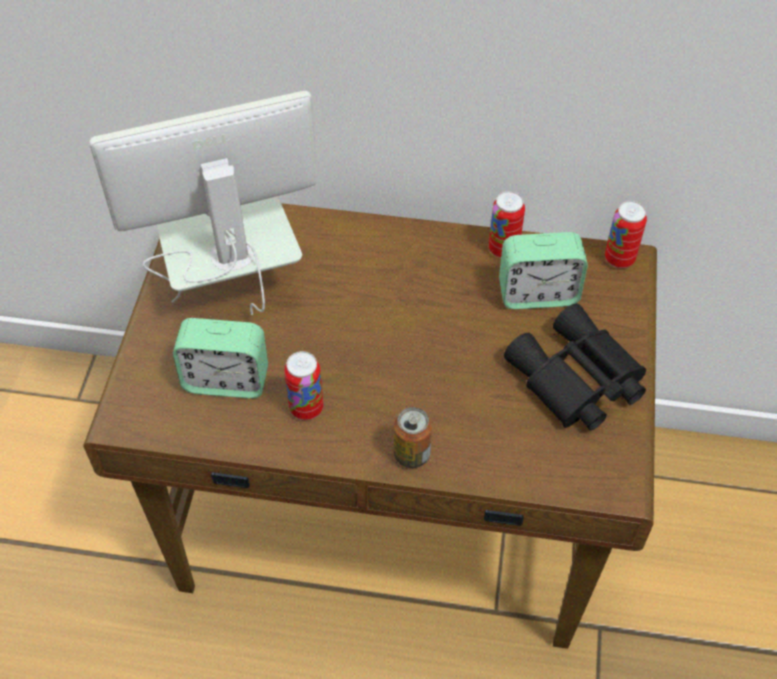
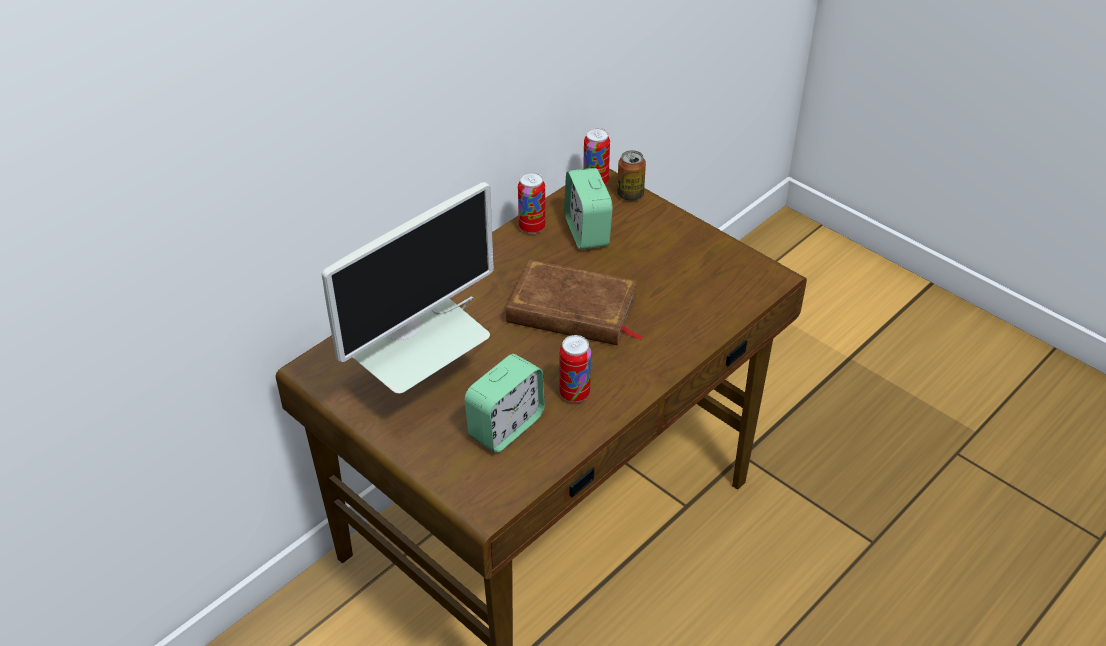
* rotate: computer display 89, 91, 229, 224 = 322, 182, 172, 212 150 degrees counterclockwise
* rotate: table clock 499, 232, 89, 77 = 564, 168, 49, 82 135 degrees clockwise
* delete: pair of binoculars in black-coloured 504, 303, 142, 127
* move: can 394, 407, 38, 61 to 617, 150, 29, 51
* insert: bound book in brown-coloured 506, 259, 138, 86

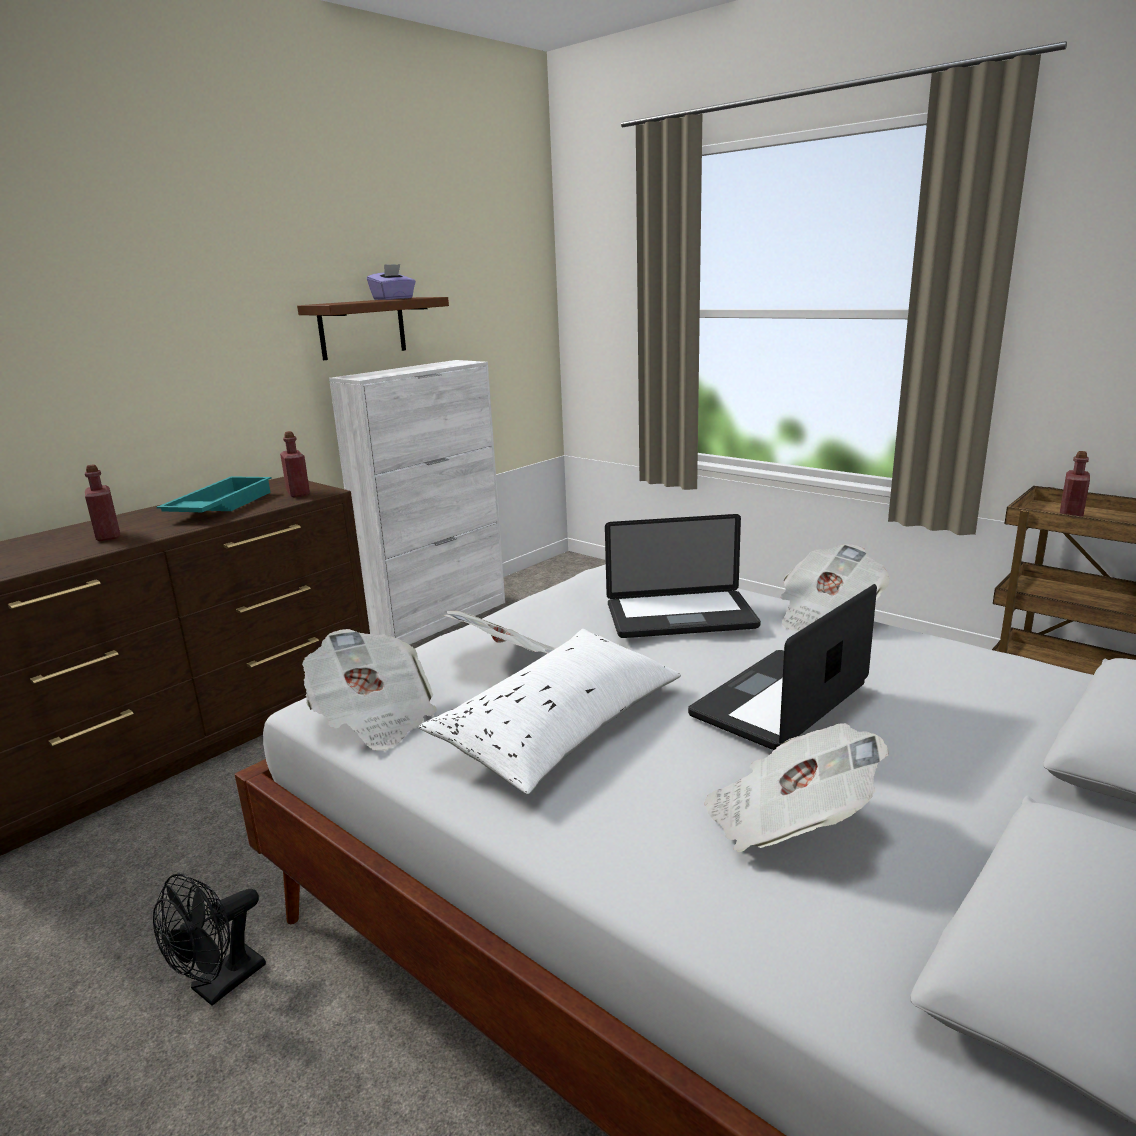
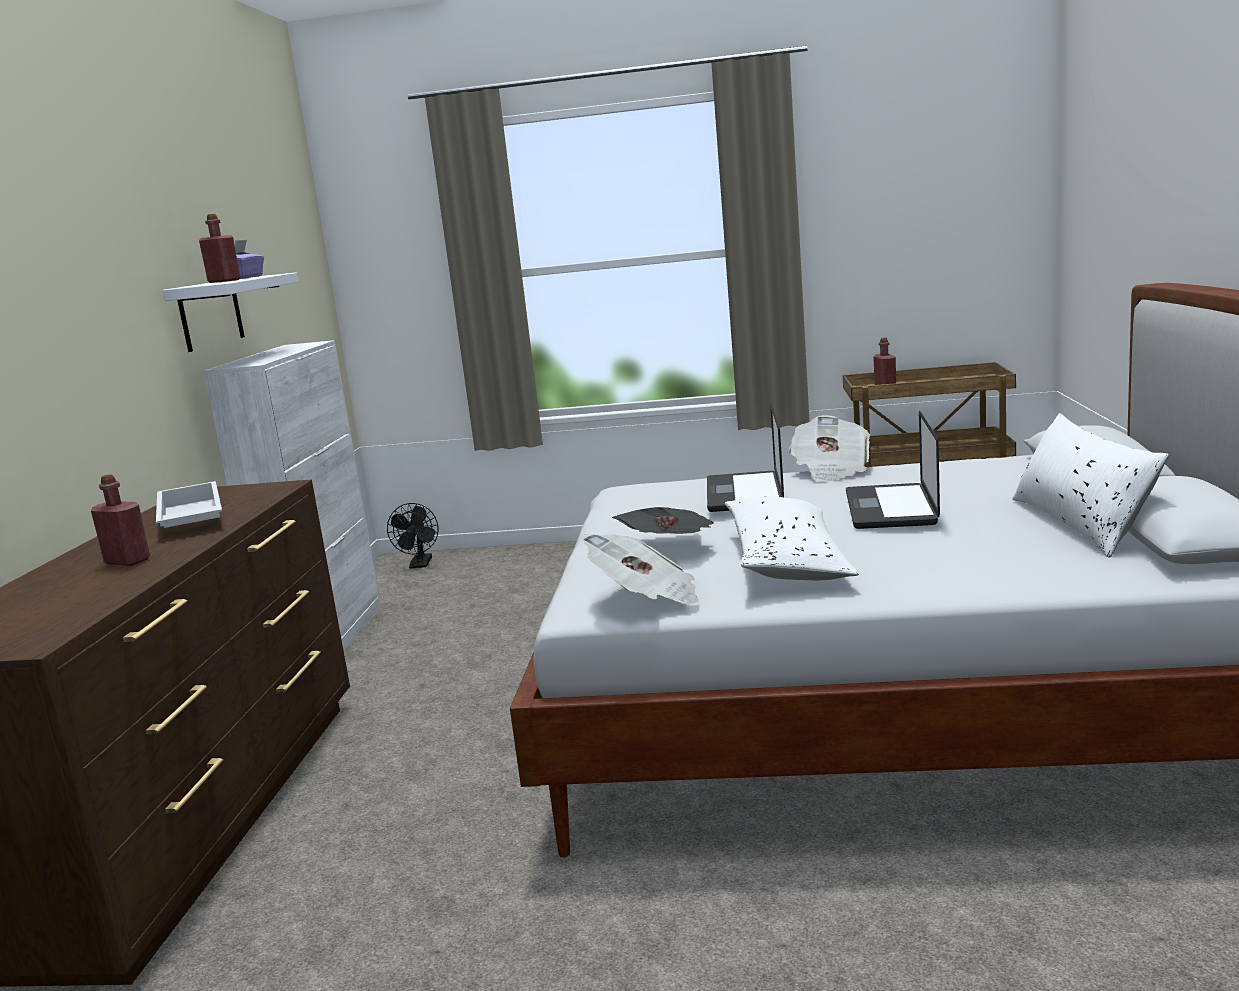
* recolor: bracket shelf in brown-coloured 297, 297, 152, 63 to bracket shelf in white 163, 272, 136, 80
* move: bottle in reddish 280, 431, 30, 67 to 199, 214, 42, 69
* recolor: tray in turquoise 157, 476, 114, 36 to tray in white 156, 481, 66, 47
* rotate: laptop 605, 514, 156, 124 = 707, 404, 77, 108 135 degrees clockwise
* delete: newspaper 704, 723, 185, 129
* move: cooling fan in black-coloured 153, 873, 113, 133 to 387, 503, 51, 66
* insert: cushion in white 1012, 413, 157, 145

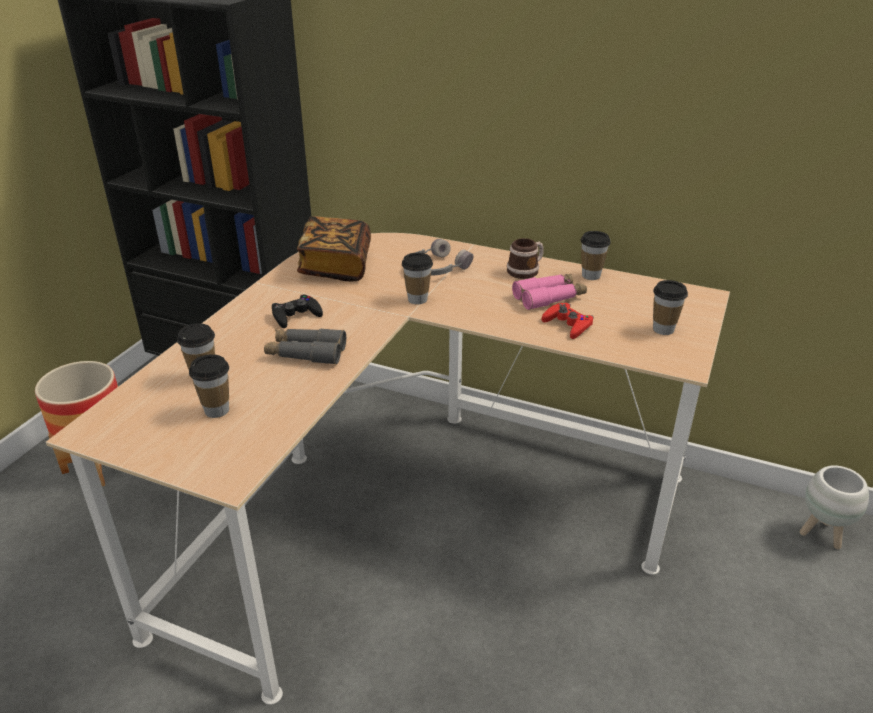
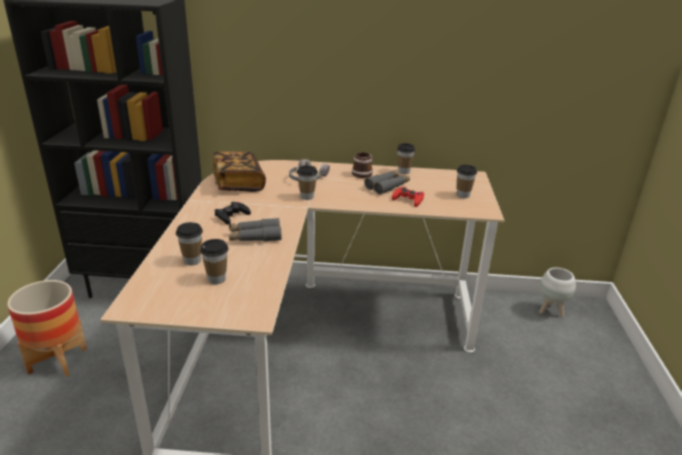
* recolor: pair of binoculars in pink-coloured 512, 274, 75, 36 to pair of binoculars in gray 365, 171, 45, 24

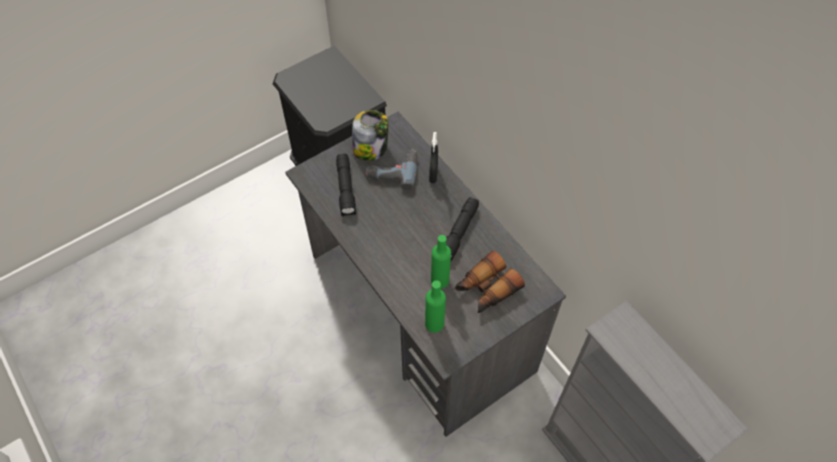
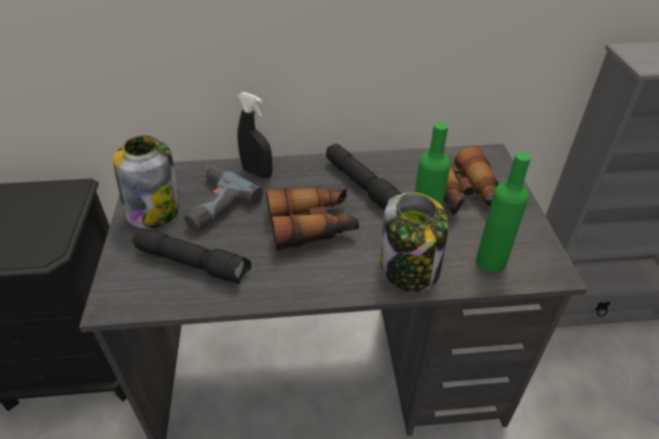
* insert: pair of binoculars 266, 187, 93, 65
* insert: storage jar 381, 192, 68, 100

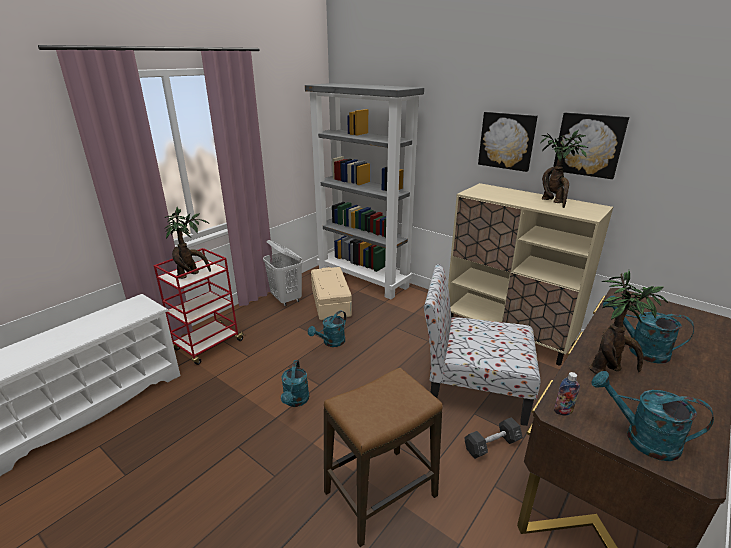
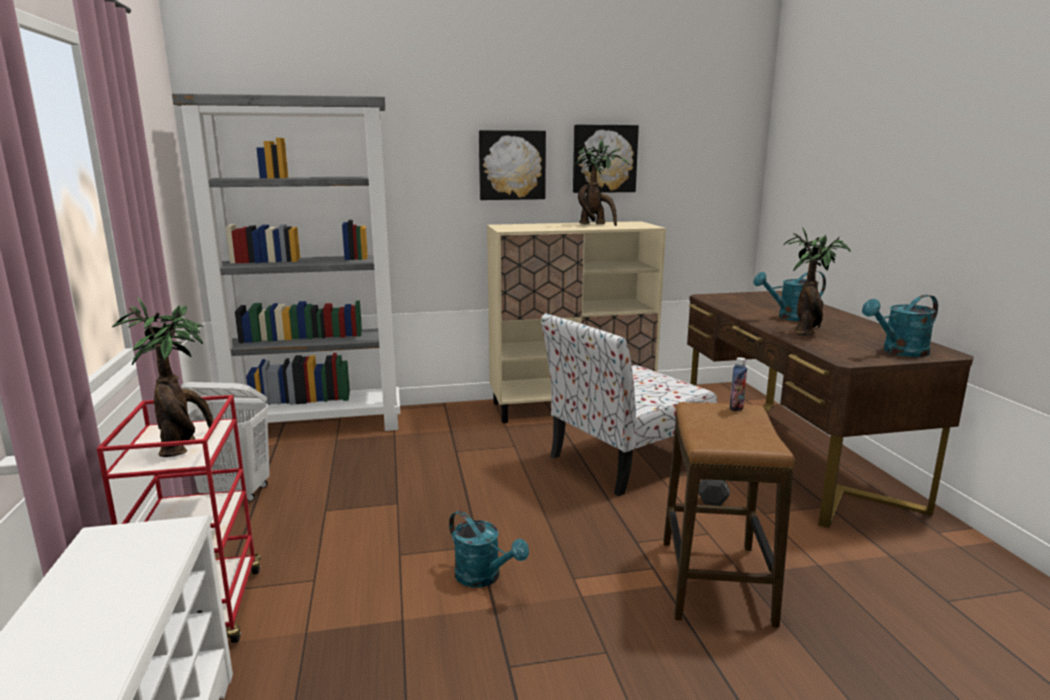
* delete: storage bin in beige-coloured 311, 267, 41, 53
* delete: watering can in turquoise 308, 311, 38, 36
* move: bottle 554, 372, 26, 44 to 730, 357, 17, 54

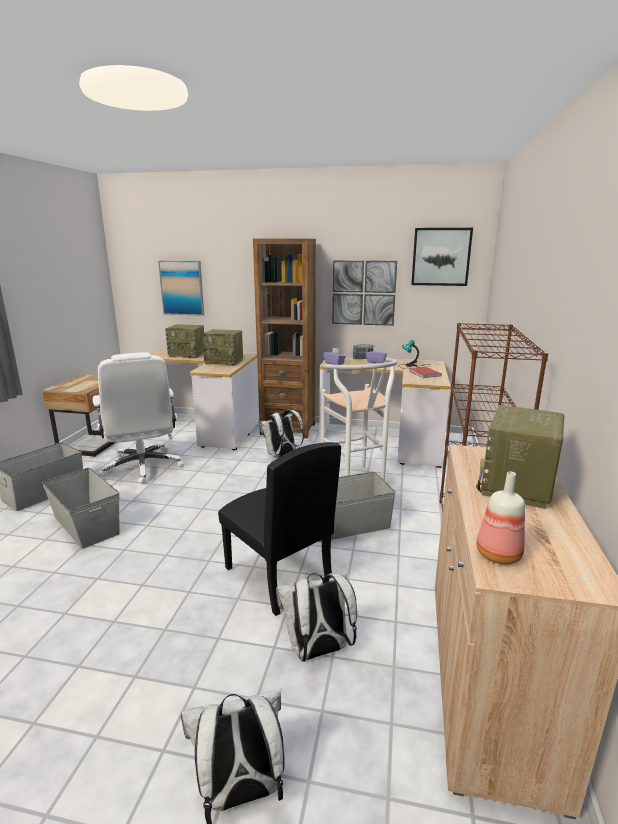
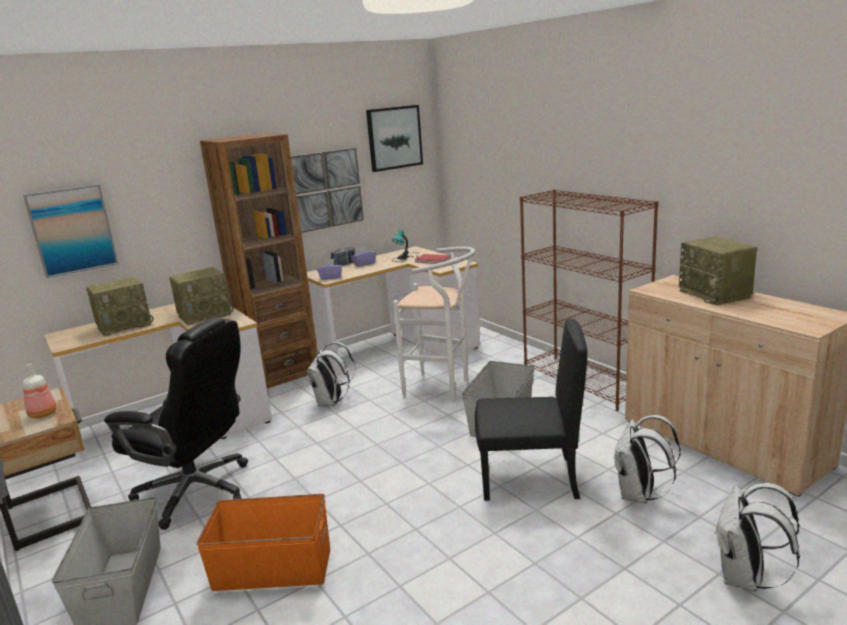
* recolor: desk chair in white 93, 352, 91, 132 to desk chair in black-coloured 104, 317, 144, 213
* recolor: storage bin in gray 42, 468, 78, 81 to storage bin in orange 196, 494, 134, 97
* move: bottle 476, 472, 49, 92 to 23, 363, 34, 55

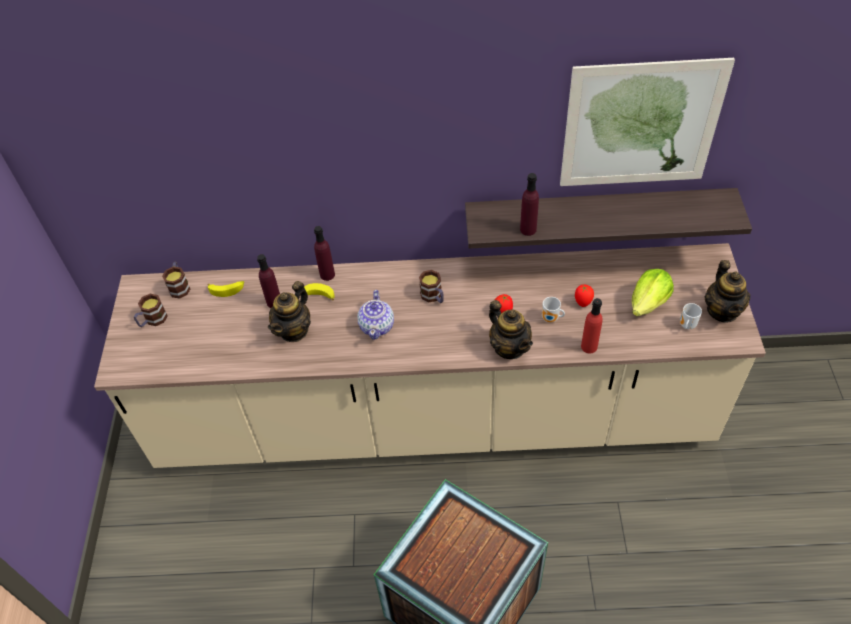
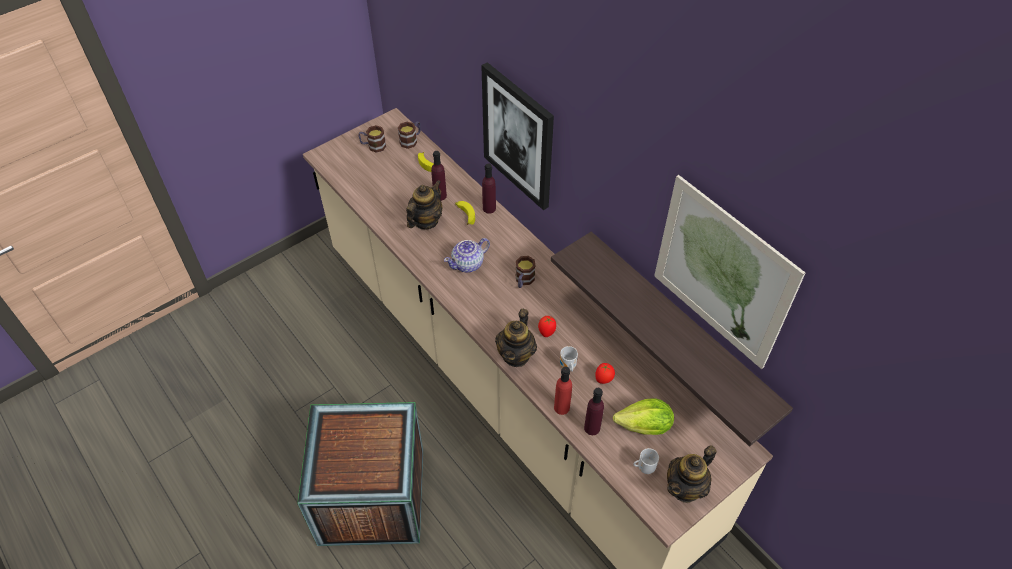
* move: bottle in purple 520, 173, 19, 63 to 584, 388, 20, 47
* rotate: pot for tea 268, 281, 43, 61 = 406, 180, 36, 50 135 degrees clockwise
* insert: wall art 481, 62, 73, 148

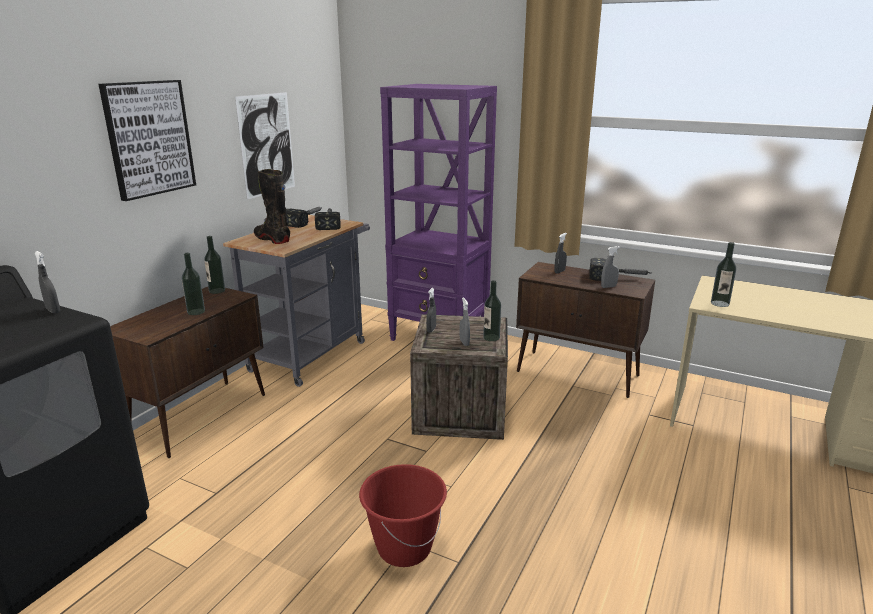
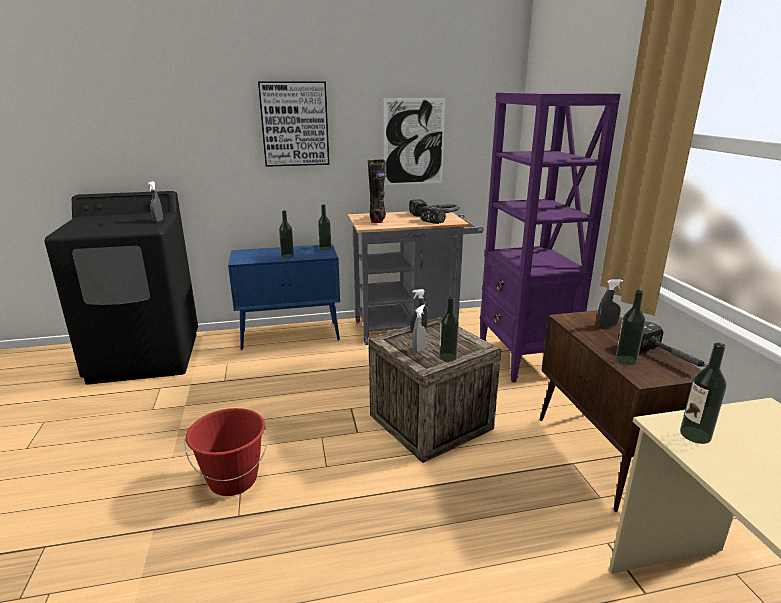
* replace: sprayer in gray 601, 246, 19, 42 to bottle 615, 290, 30, 75
* recolor: cabinet in brown-coloured 110, 287, 155, 171 to cabinet in bluish 228, 244, 112, 106

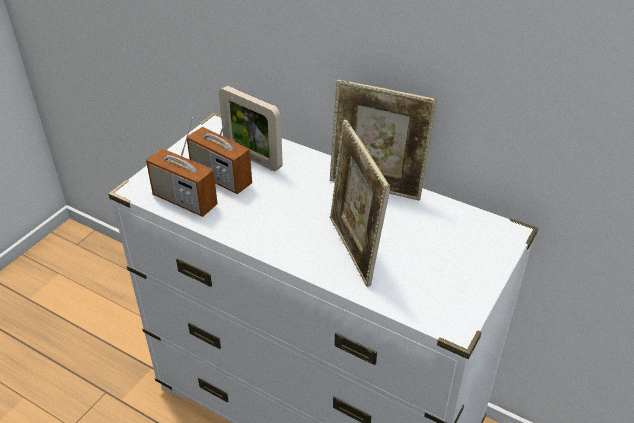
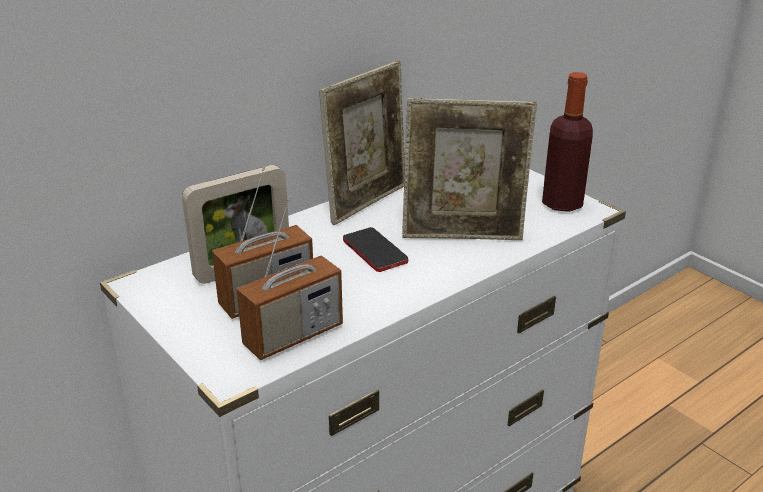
* insert: bottle 542, 72, 51, 140
* insert: phone 343, 227, 65, 45

